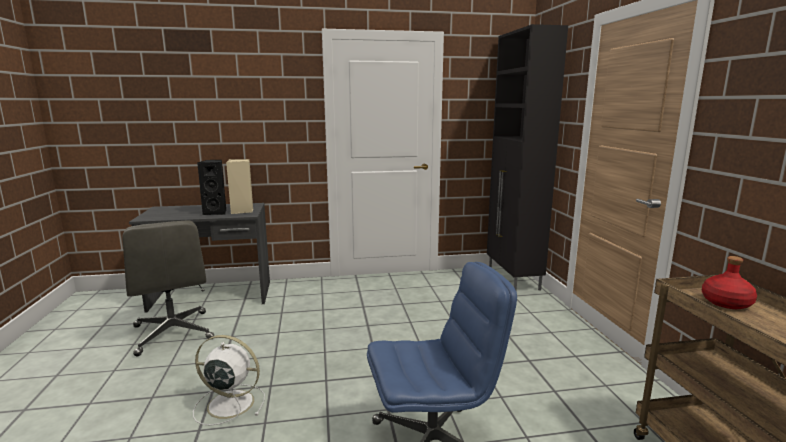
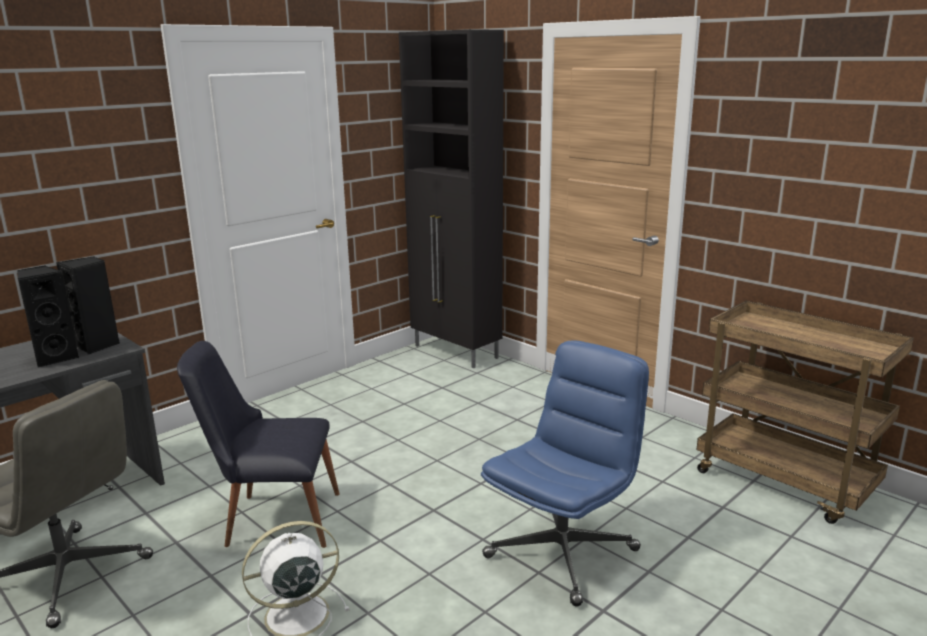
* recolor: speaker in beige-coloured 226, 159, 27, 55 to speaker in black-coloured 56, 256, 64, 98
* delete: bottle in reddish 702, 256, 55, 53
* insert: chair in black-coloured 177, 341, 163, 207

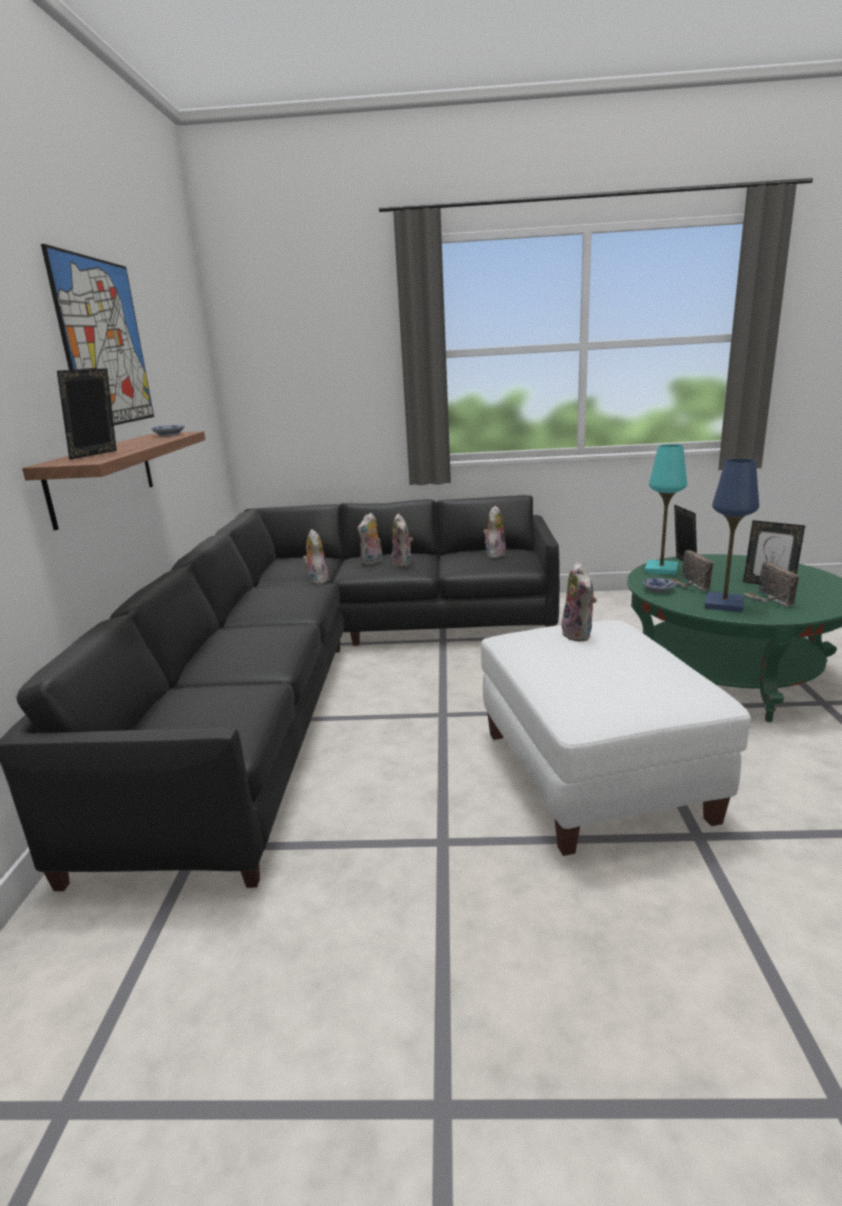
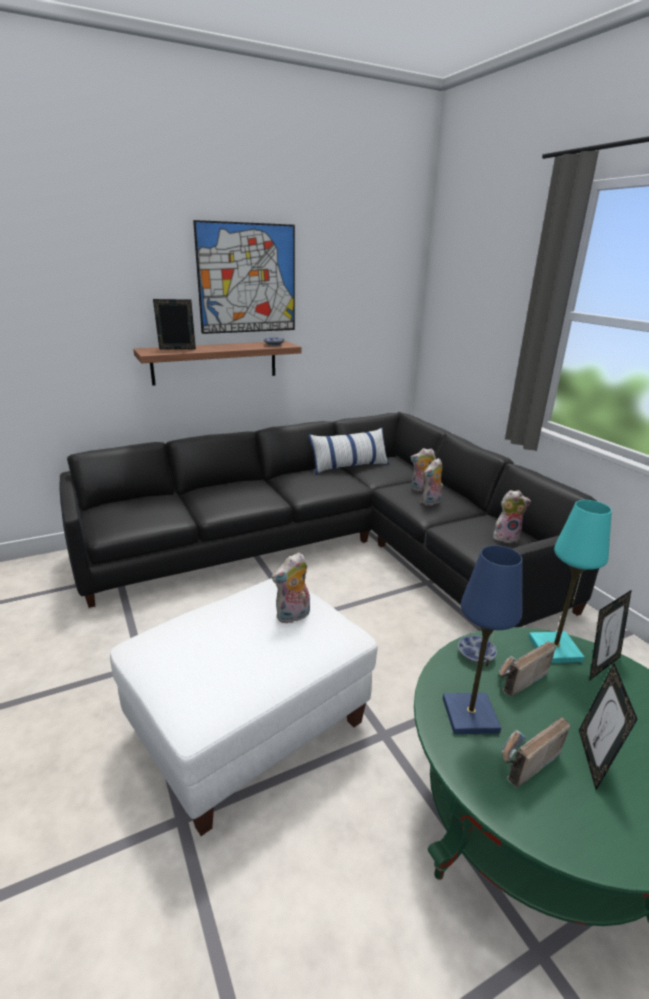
* delete: cuddly toy 302, 529, 27, 55
* insert: cushion 308, 428, 82, 47

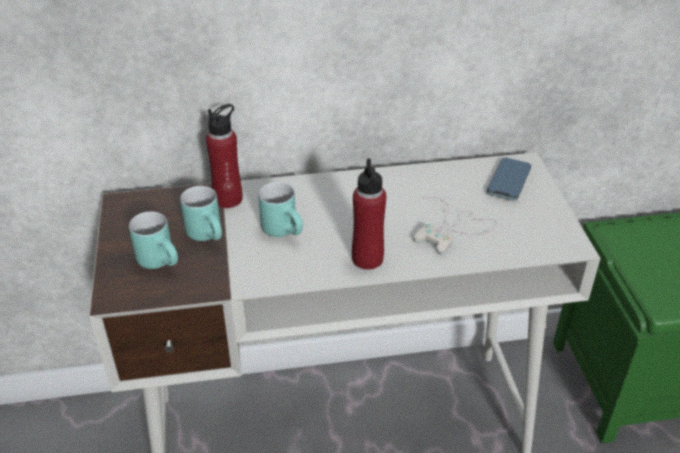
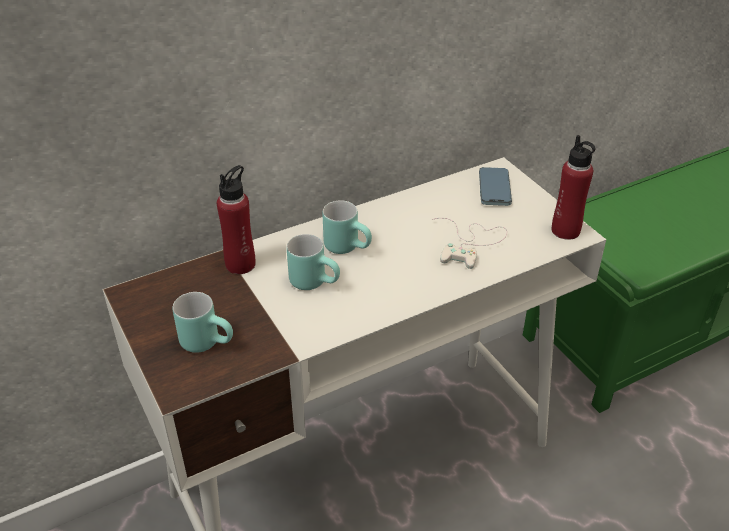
* move: bottle in reddish 352, 158, 34, 112 to 552, 135, 43, 105
* move: tea mug in turquoise 180, 186, 42, 55 to 322, 201, 50, 53

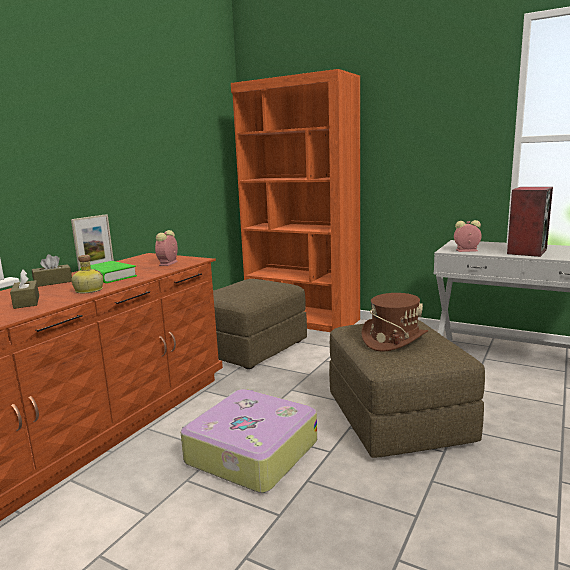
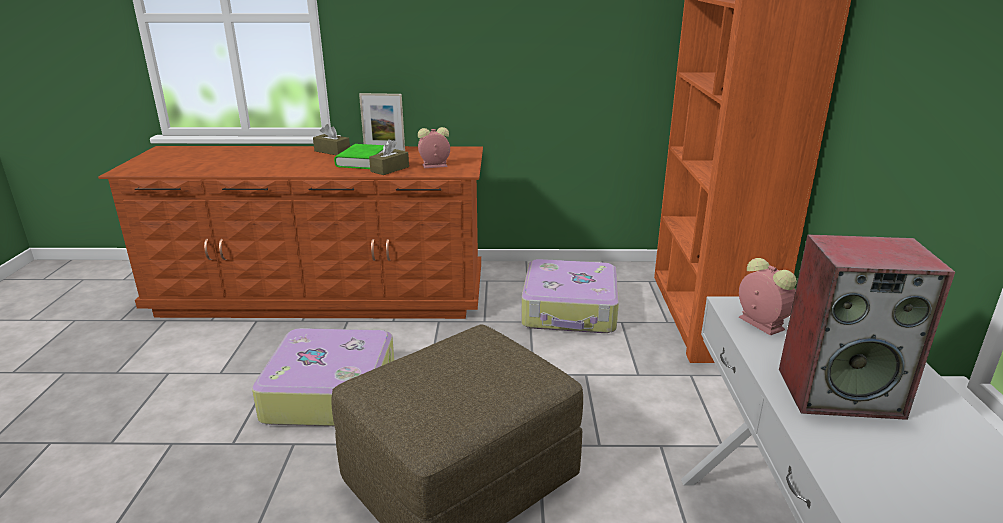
* delete: bottle 71, 255, 32, 38
* move: tissue box in brown-coloured 10, 270, 29, 39 to 369, 139, 40, 36
* replace: pouffe in brown-coloured 213, 279, 94, 90 to travel case 521, 259, 98, 74
* delete: clothing hat in brown-coloured 361, 293, 67, 59

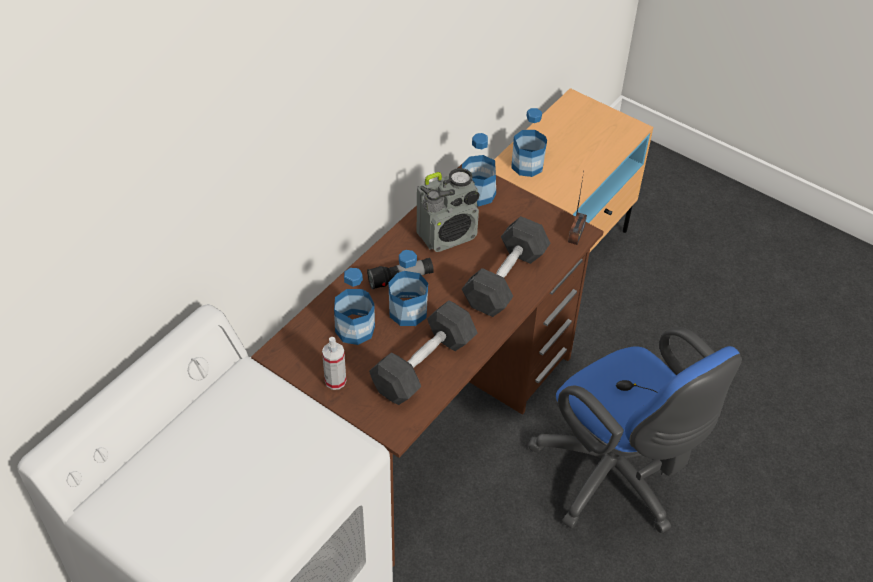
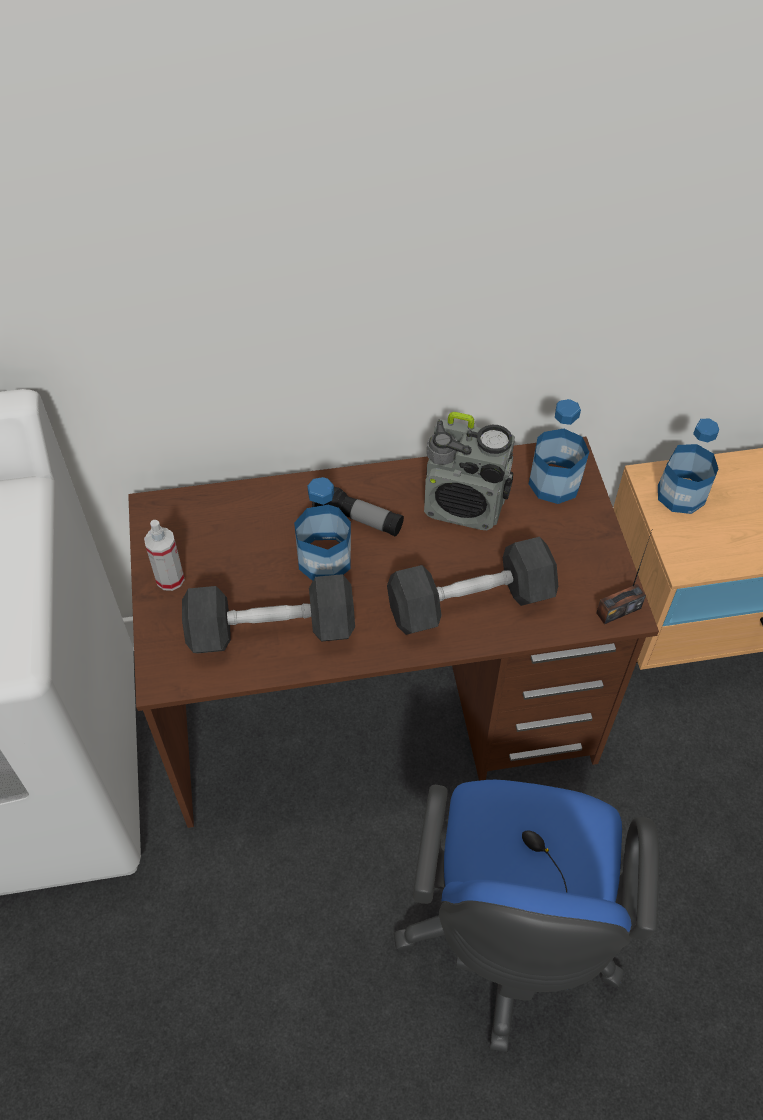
* delete: bottle 334, 268, 41, 77

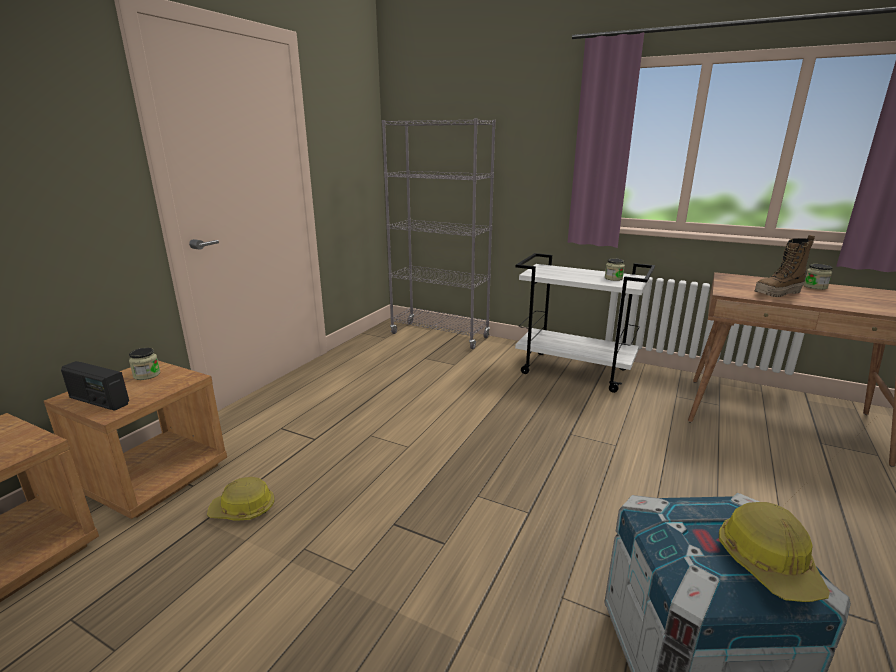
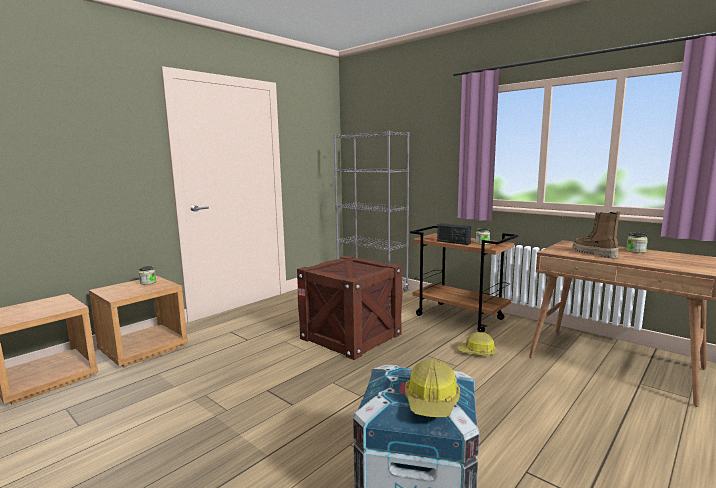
* rotate: high-top boot 754, 235, 61, 62 = 573, 211, 47, 48 75 degrees clockwise
* recolor: cart in white 515, 253, 140, 140 to cart in brown-coloured 410, 226, 108, 106
* move: radio receiver 61, 361, 68, 50 to 437, 223, 34, 22
* move: hard hat 207, 477, 68, 43 to 458, 332, 39, 23
* insert: packing crate 297, 255, 106, 105

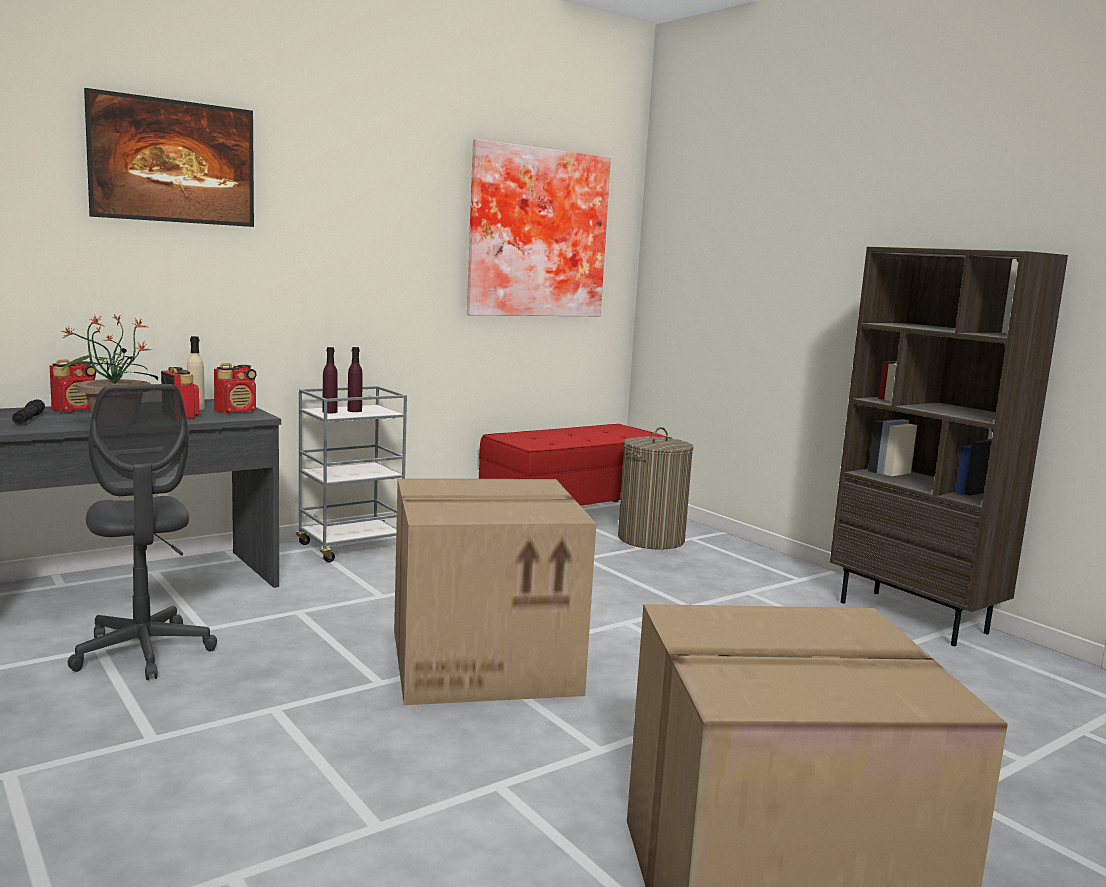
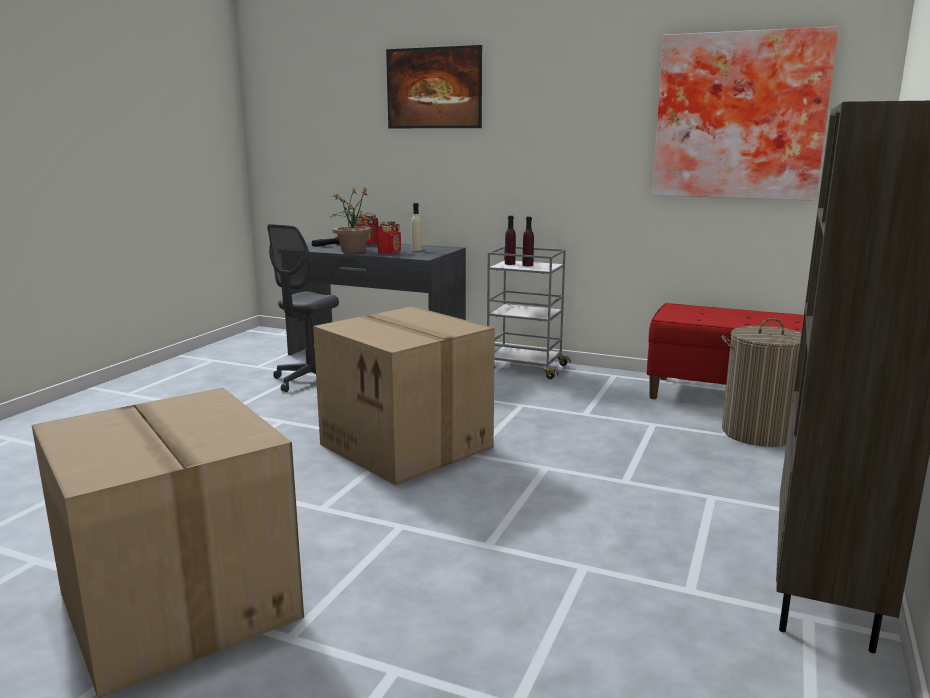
* delete: radio receiver 214, 363, 43, 50

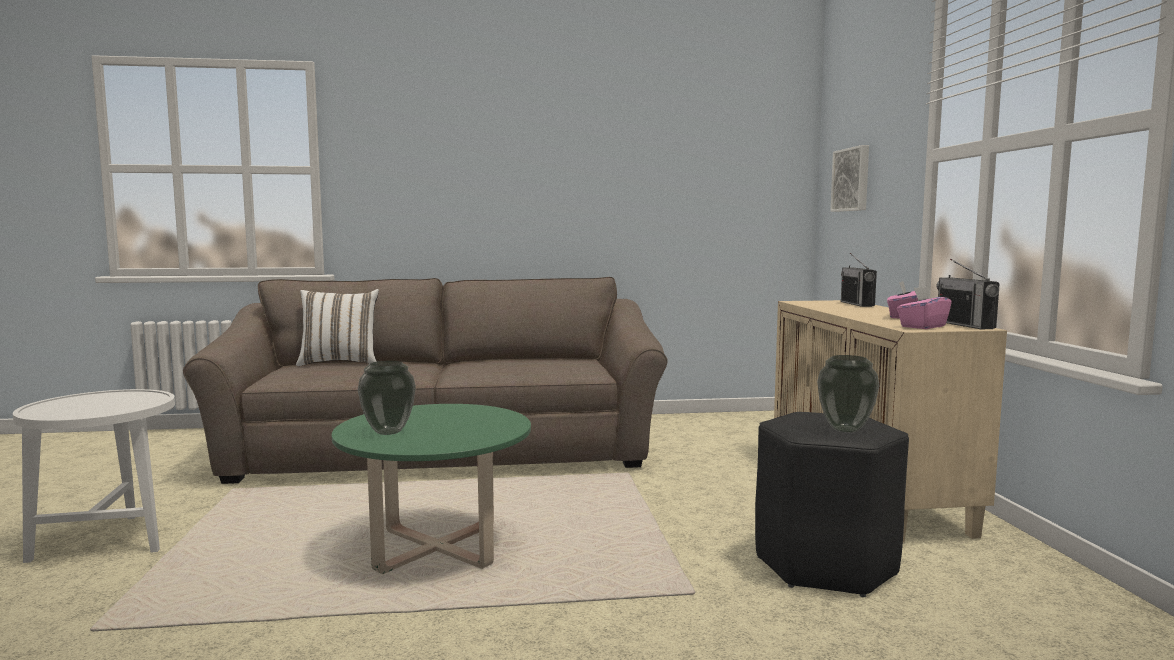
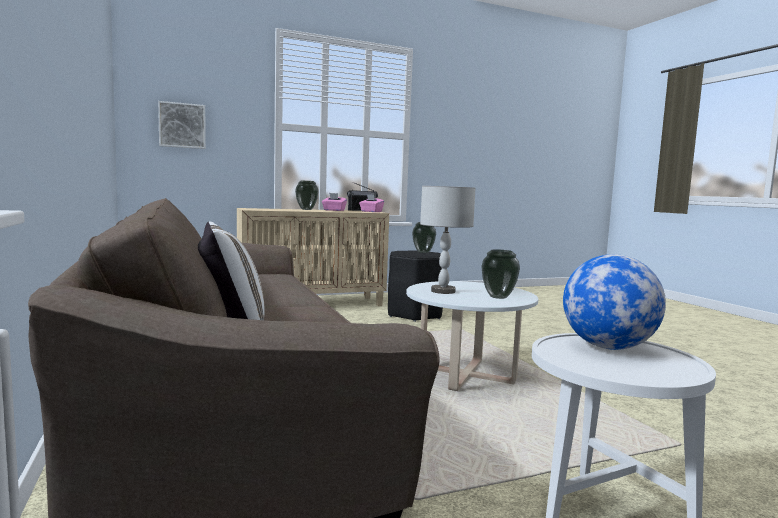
* delete: radio receiver 841, 253, 36, 54
* recolor: coffee table in greenish 332, 404, 199, 170 to coffee table in white 406, 281, 132, 110
* insert: flower vase 295, 181, 24, 29
* insert: tabletop lamp in gray 420, 186, 55, 108
* insert: globe 563, 254, 103, 96

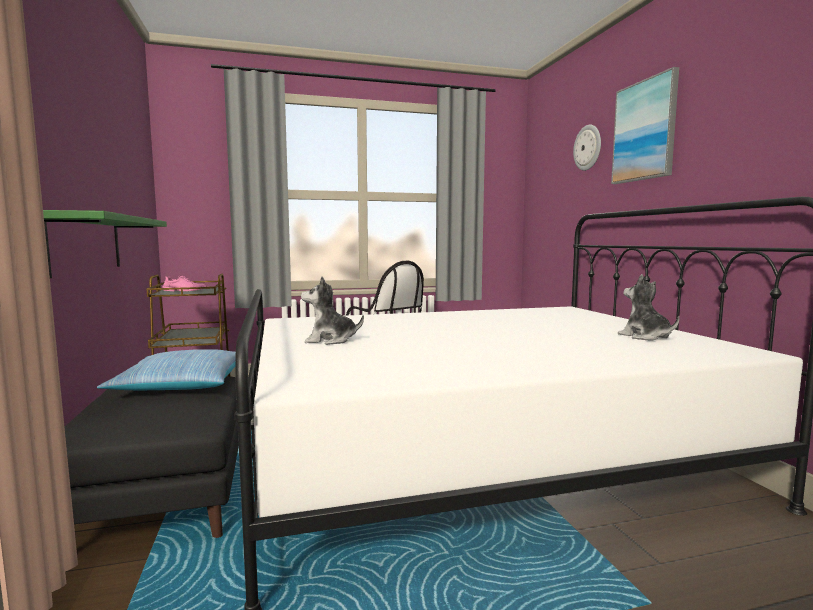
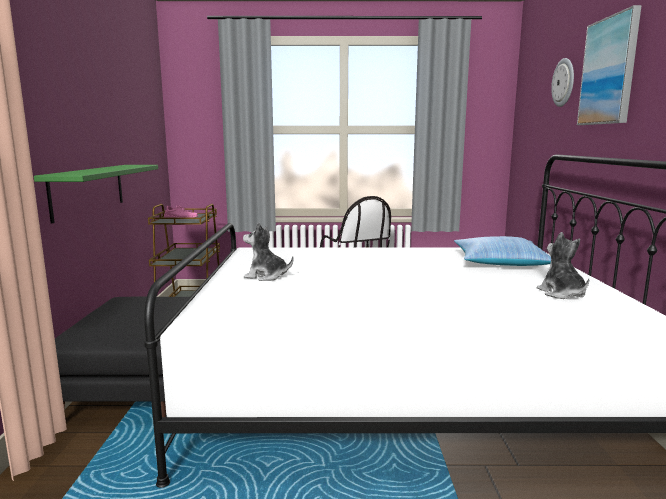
* move: cushion 97, 349, 139, 41 to 454, 236, 97, 30

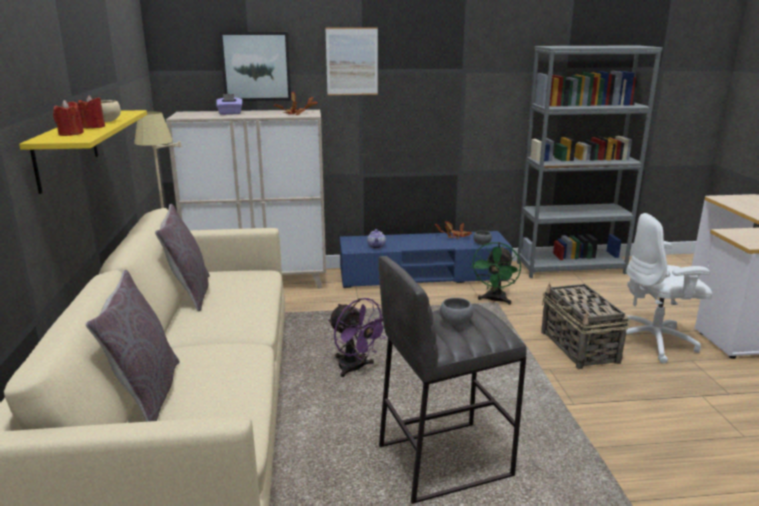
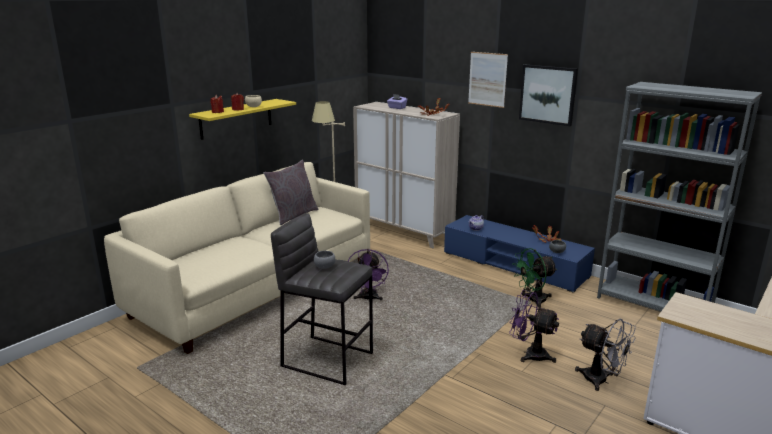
* move: wall art 219, 32, 72, 69 to 519, 65, 59, 61
* replace: desk chair in white 626, 213, 87, 150 to cooling fan in gray 575, 319, 61, 72
* delete: cushion in gray 85, 270, 94, 152
* replace: storage basket 541, 283, 89, 86 to cooling fan in purple 509, 290, 50, 73

